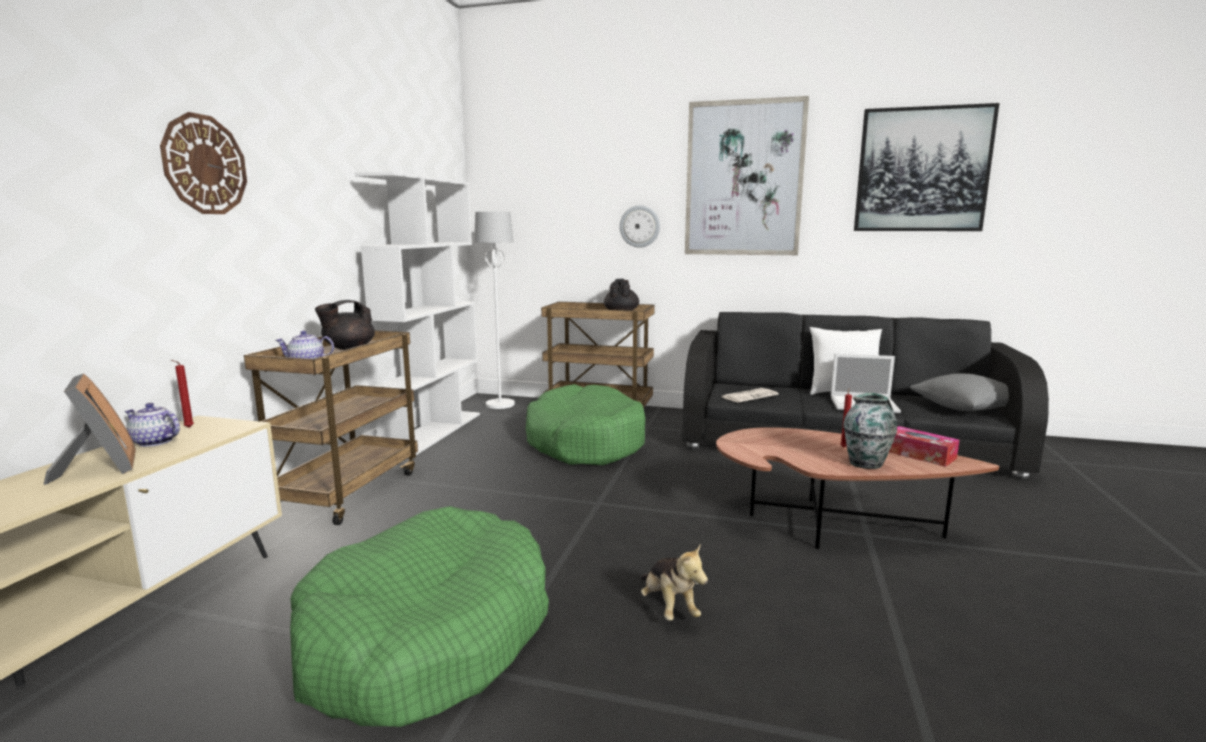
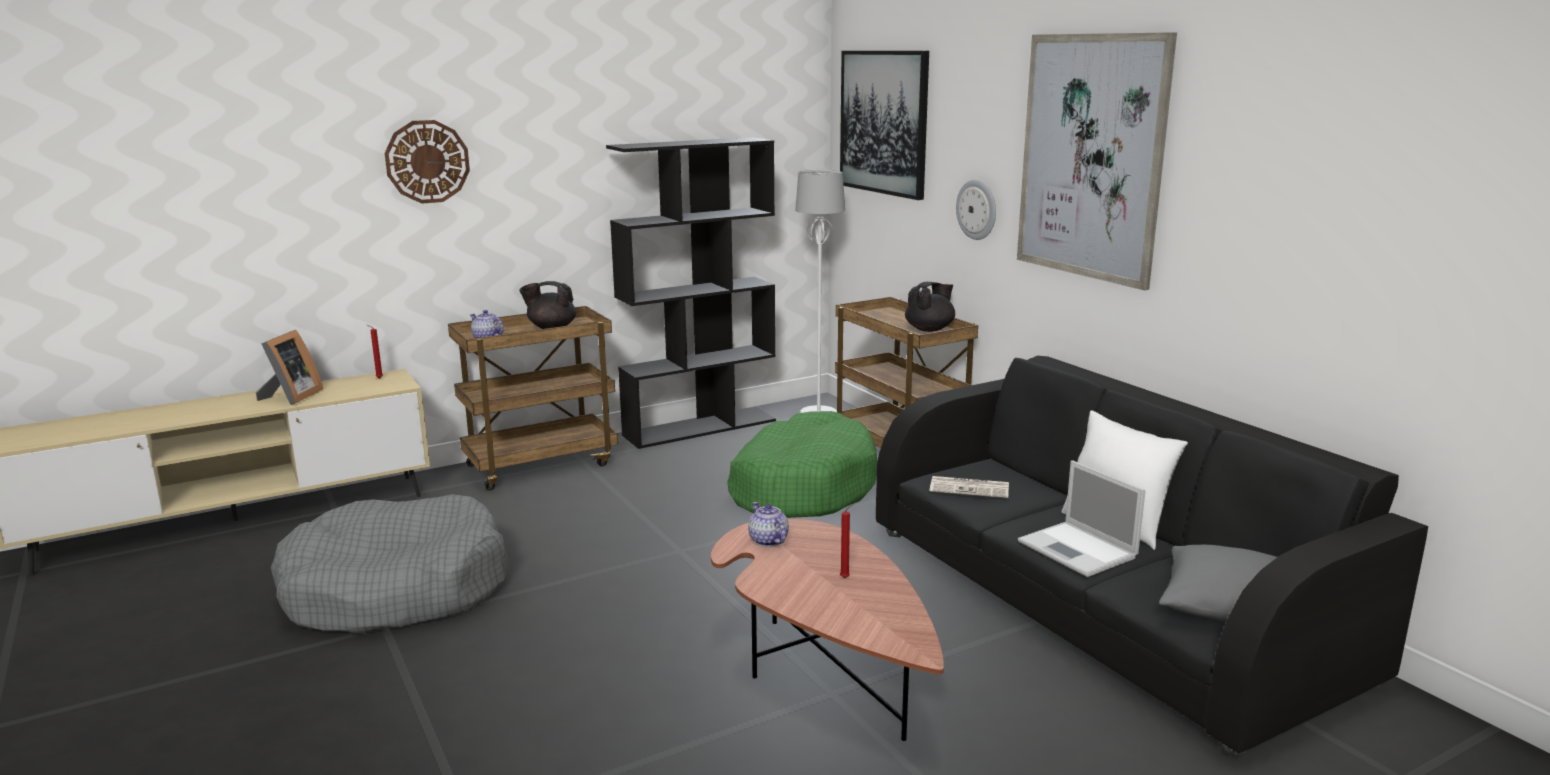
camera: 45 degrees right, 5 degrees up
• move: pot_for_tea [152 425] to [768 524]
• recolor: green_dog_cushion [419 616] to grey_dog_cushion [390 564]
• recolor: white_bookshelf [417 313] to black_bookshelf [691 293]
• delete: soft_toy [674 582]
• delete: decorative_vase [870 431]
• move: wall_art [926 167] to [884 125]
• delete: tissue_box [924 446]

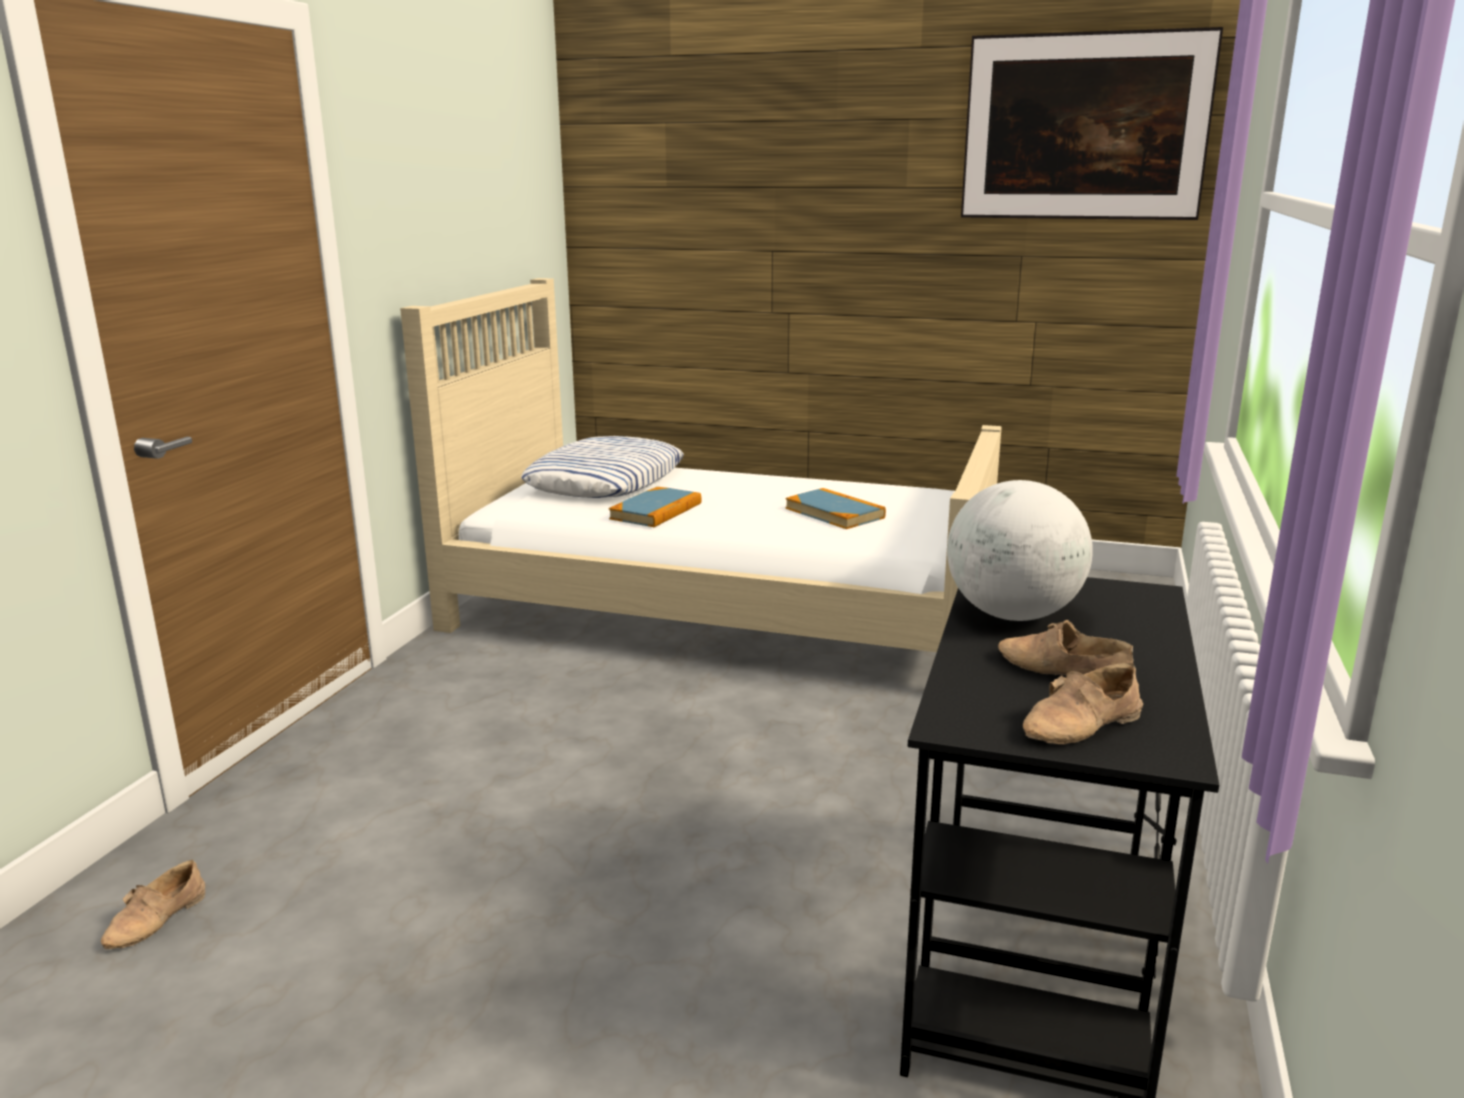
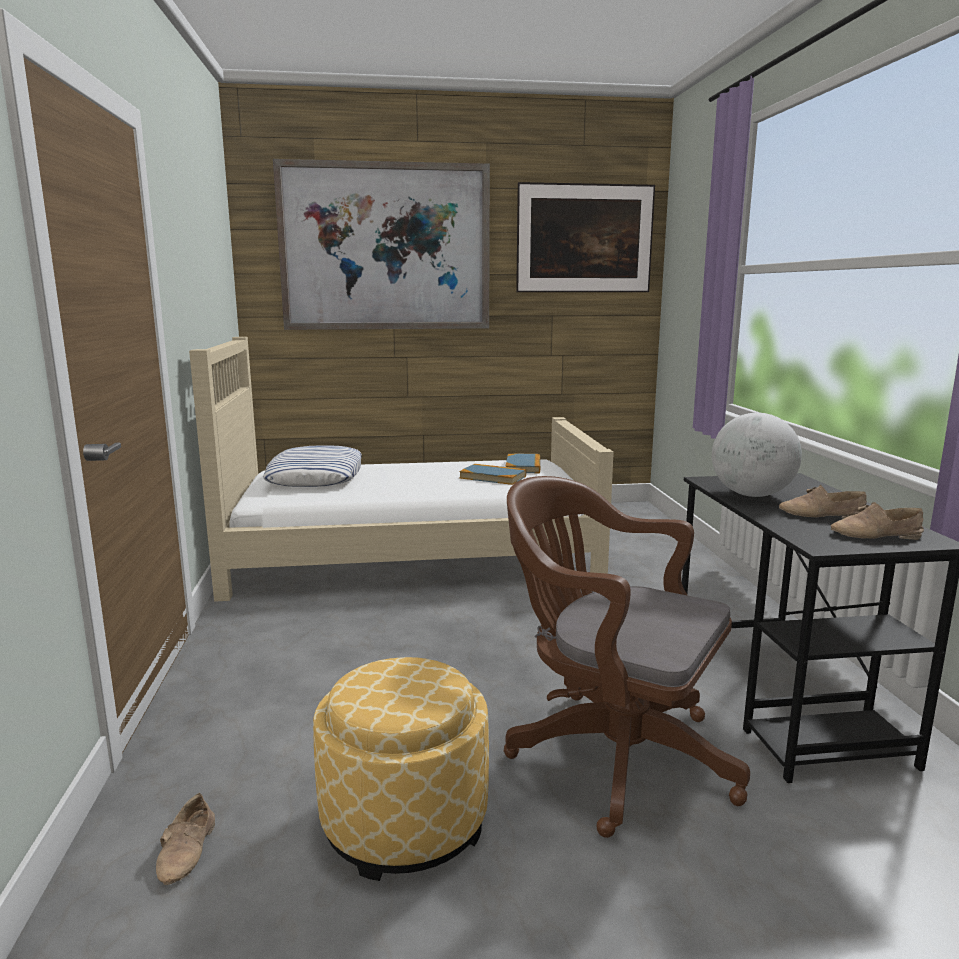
camera: 25 degrees left, 5 degrees down
• move: book [655 507] to [523 463]
• rotate: beige_low_shoe [1083 703] = [877 521] 60 degrees clockwise
• insert: wall_art [381 244]
• insert: footrest [401 769]
• insert: brown-coloured_computer_chair [627 657]

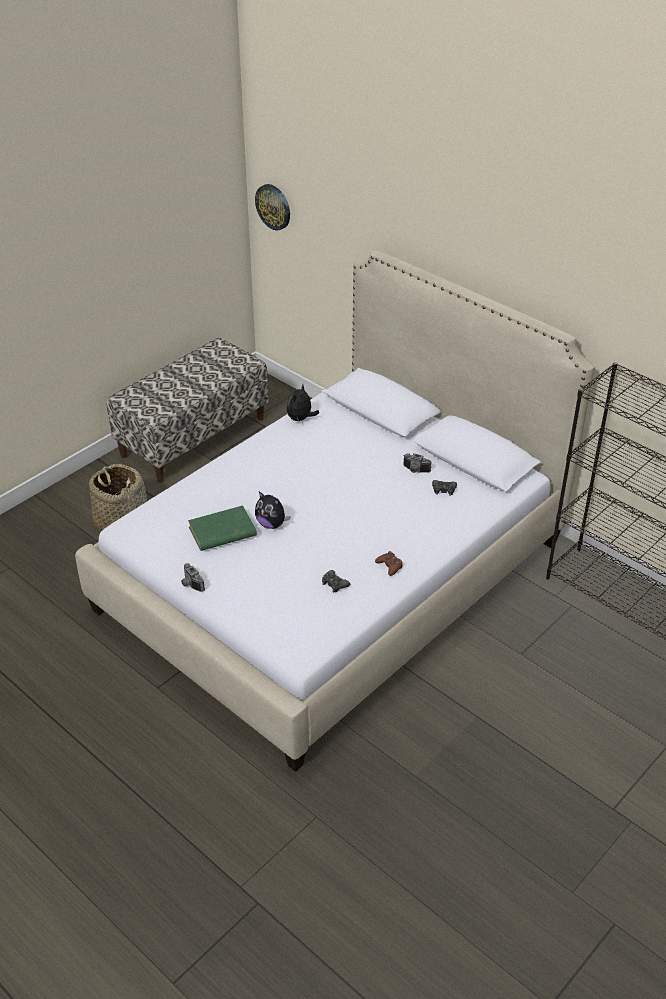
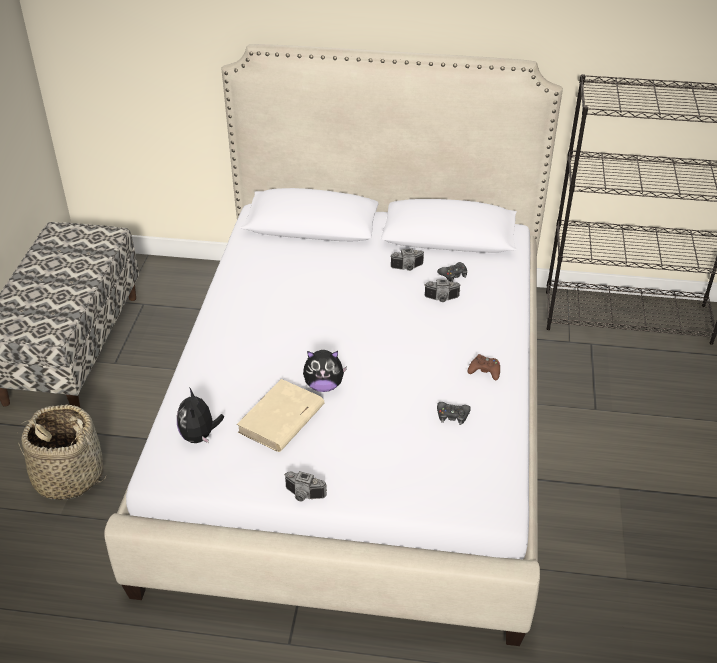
camera: 35 degrees left, 0 degrees up
• recolor: green_book [222 528] to beige_book [281 415]
• delete: wall_clock [272 207]
• move: soft_toy [303 402] to [200 415]
• insert: still_camera [442 290]

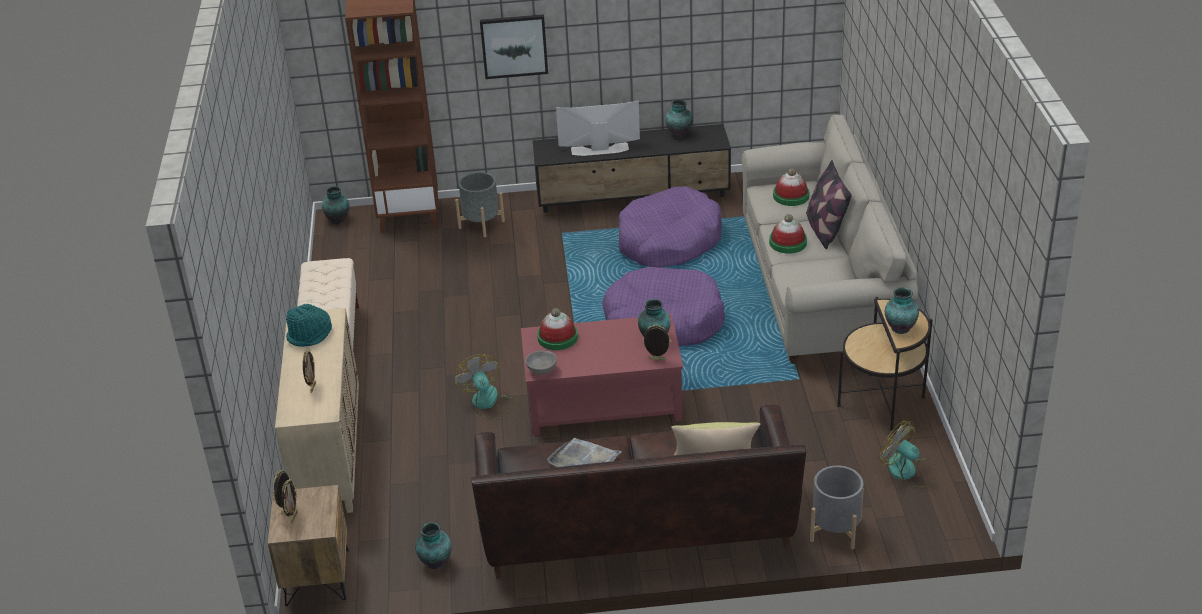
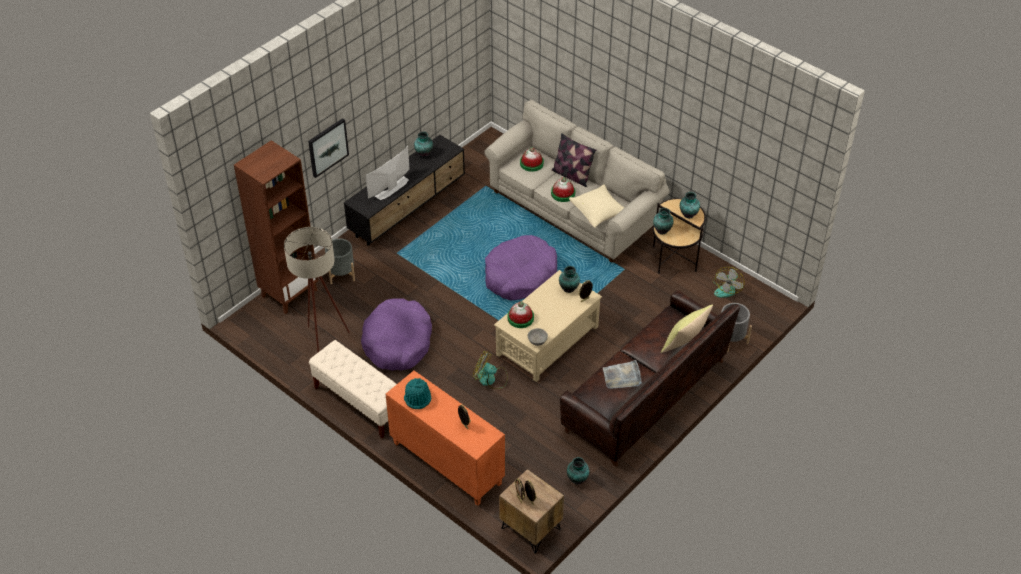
camera: 45 degrees left, 10 degrees up
• recolor: beige_cabinet [317 410] to orangey_cabinet [445 438]
• move: decorative_vase [335 205] to [663 221]
• recolor: reddish_coffee_table [602 374] to beige_coffee_table [548 326]
• move: purple-coloured_dog_cushion [670 227] to [396 334]
• rotate: electric_fan [908 454] = [728 282] 60 degrees counterclockwise
• insert: beige_standing_lamp [317 289]
• insert: beige_throw_pillow [596 206]

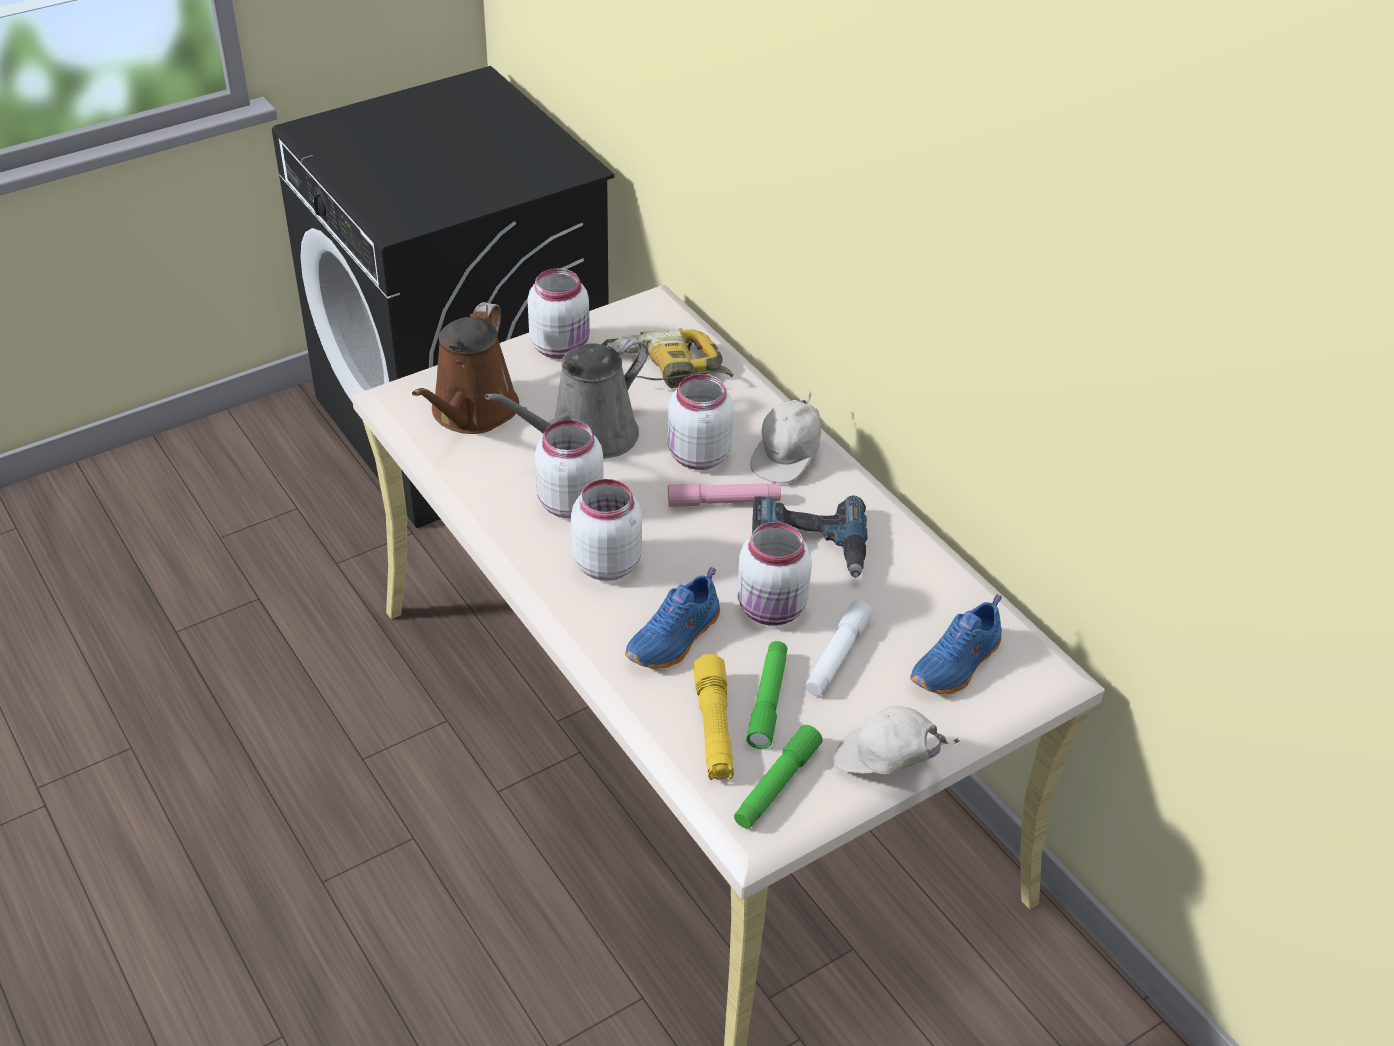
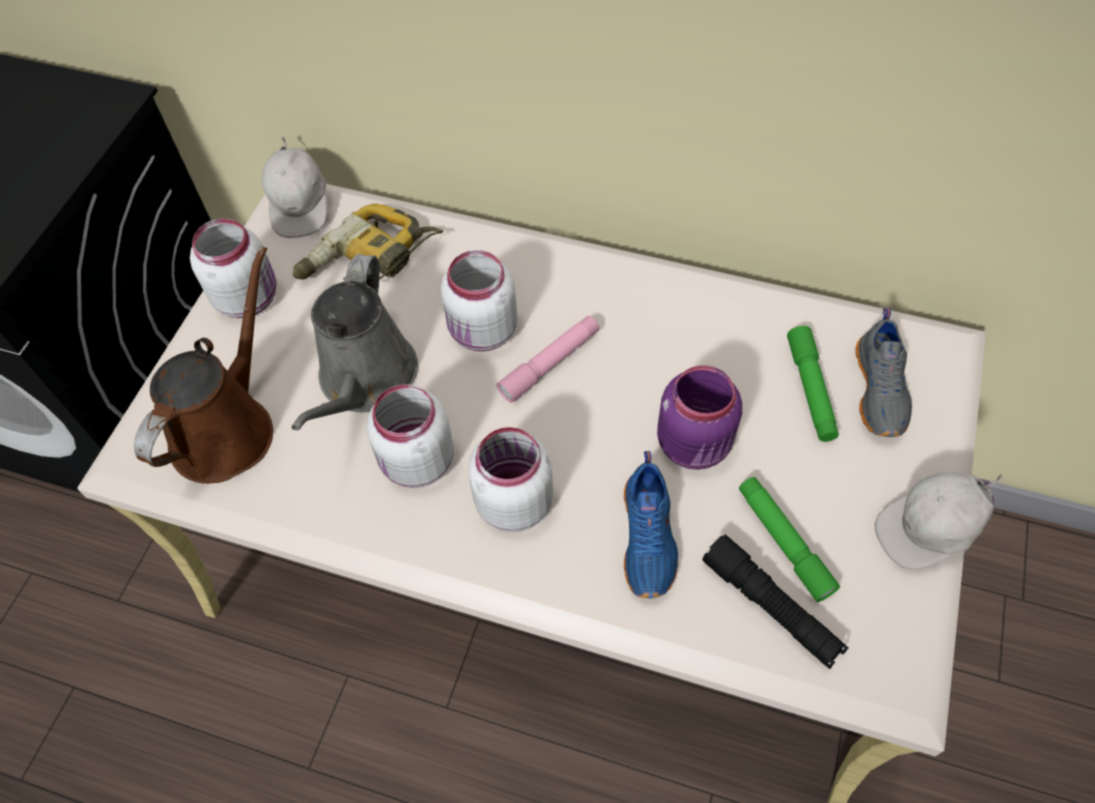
camera: 35 degrees left, 15 degrees up
• rotate: brown-coloured_sprinkling_can [465 368] = [203 365] 135 degrees counterclockwise
• recolor: yellowish_torch [713 717] to black_torch [775 602]
• move: green_torch [778 777] to [813 384]
• recolor: white_jar [774 574] to purple-coloured_jar [699 417]
• move: white_peaked_cap [785 438] to [294 187]
• delete: drill [809 537]
• delete: white_torch [839 648]
• recolor: bluish_low_shoe [956 644] to grey_low_shoe [883 372]

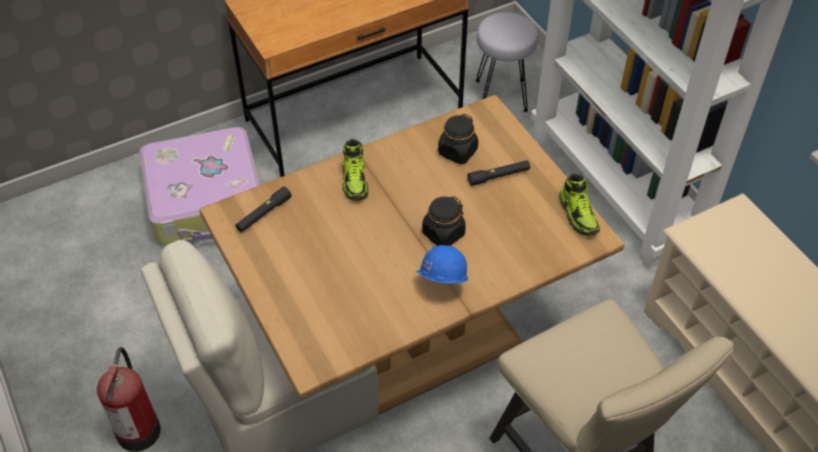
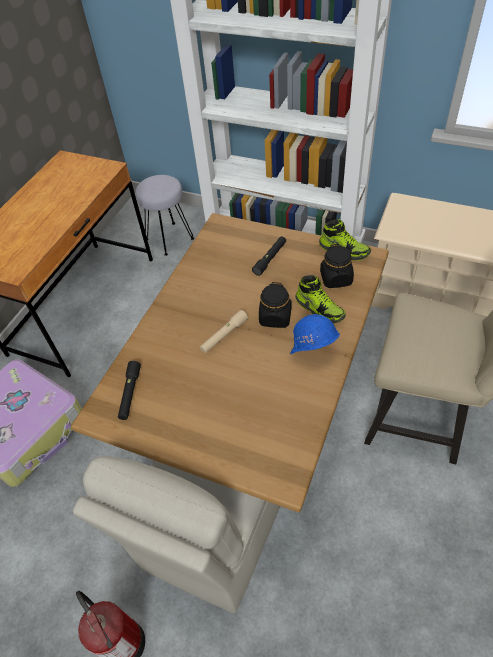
camera: 35 degrees left, 0 degrees up
• move: low_shoe [355 170] to [321 299]
• move: black_jar [458 139] to [337 266]
• insert: beige_torch [224 331]

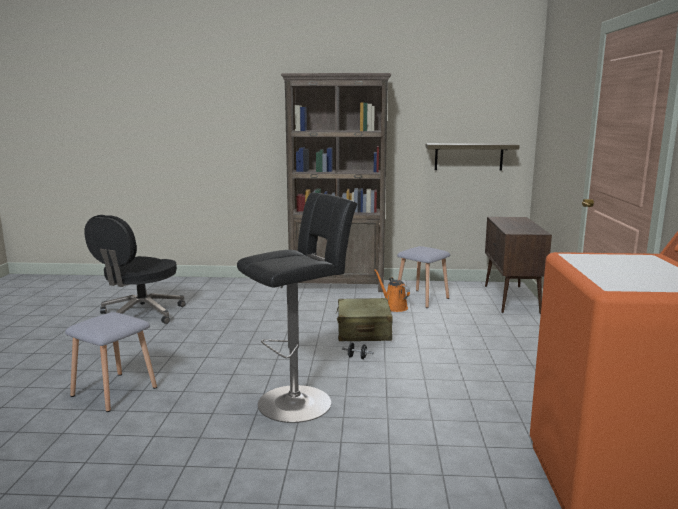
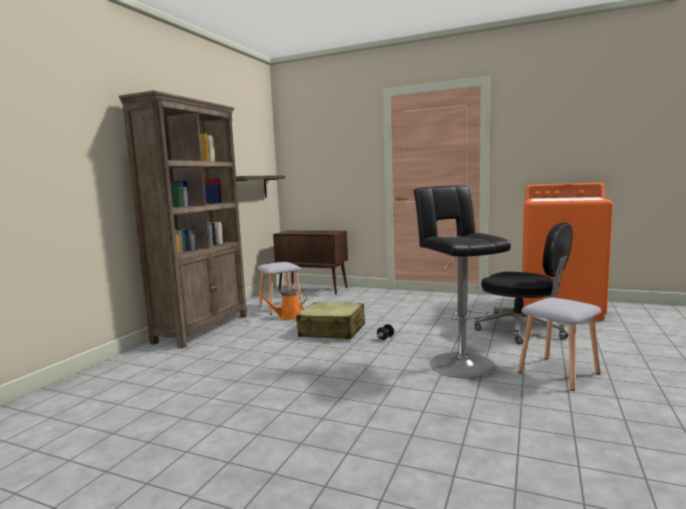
camera: 70 degrees left, 5 degrees down
• move: grey_stool [111 362] to [559 344]
• move: black_computer_chair [134 269] to [523 283]

